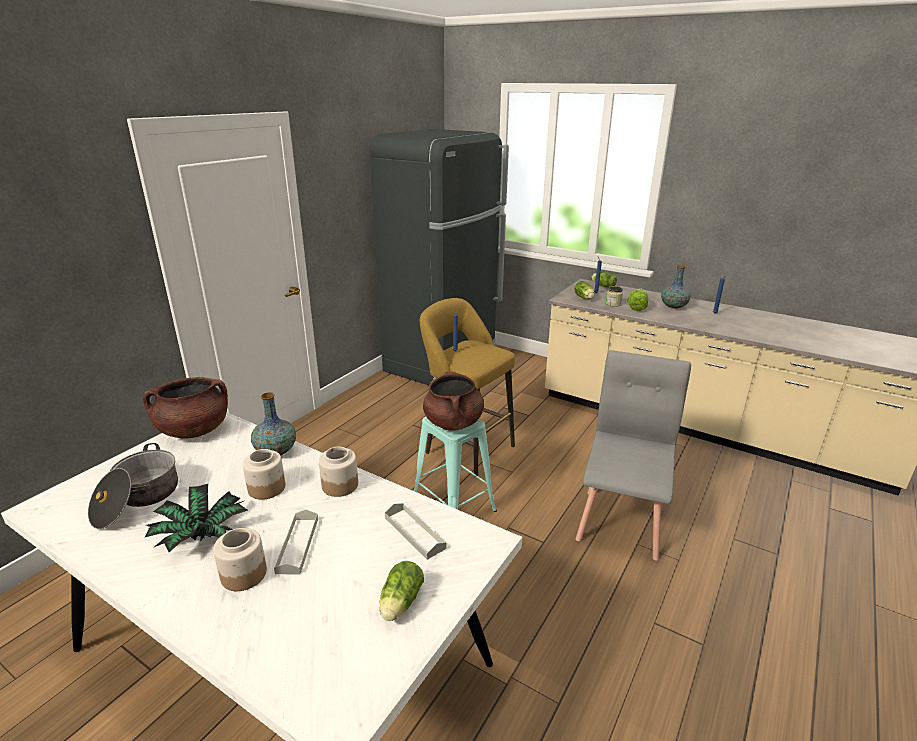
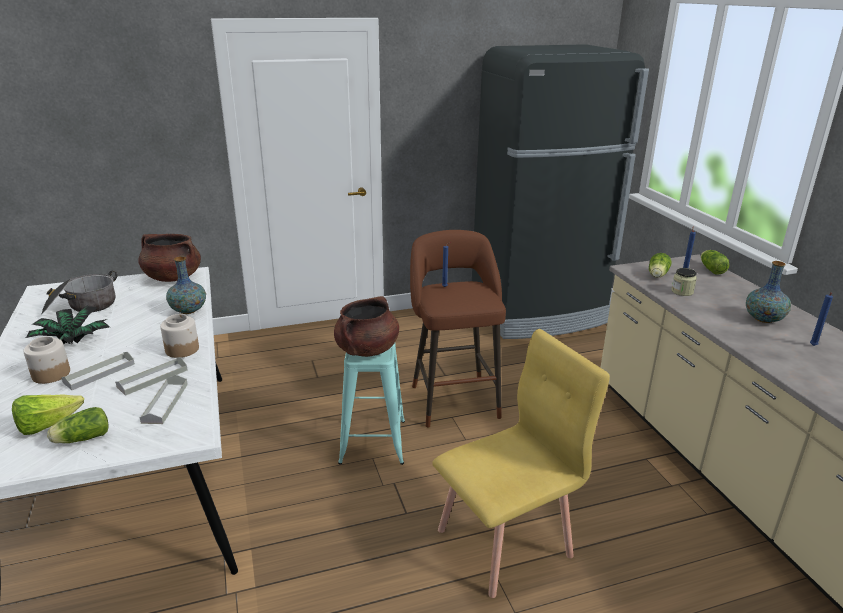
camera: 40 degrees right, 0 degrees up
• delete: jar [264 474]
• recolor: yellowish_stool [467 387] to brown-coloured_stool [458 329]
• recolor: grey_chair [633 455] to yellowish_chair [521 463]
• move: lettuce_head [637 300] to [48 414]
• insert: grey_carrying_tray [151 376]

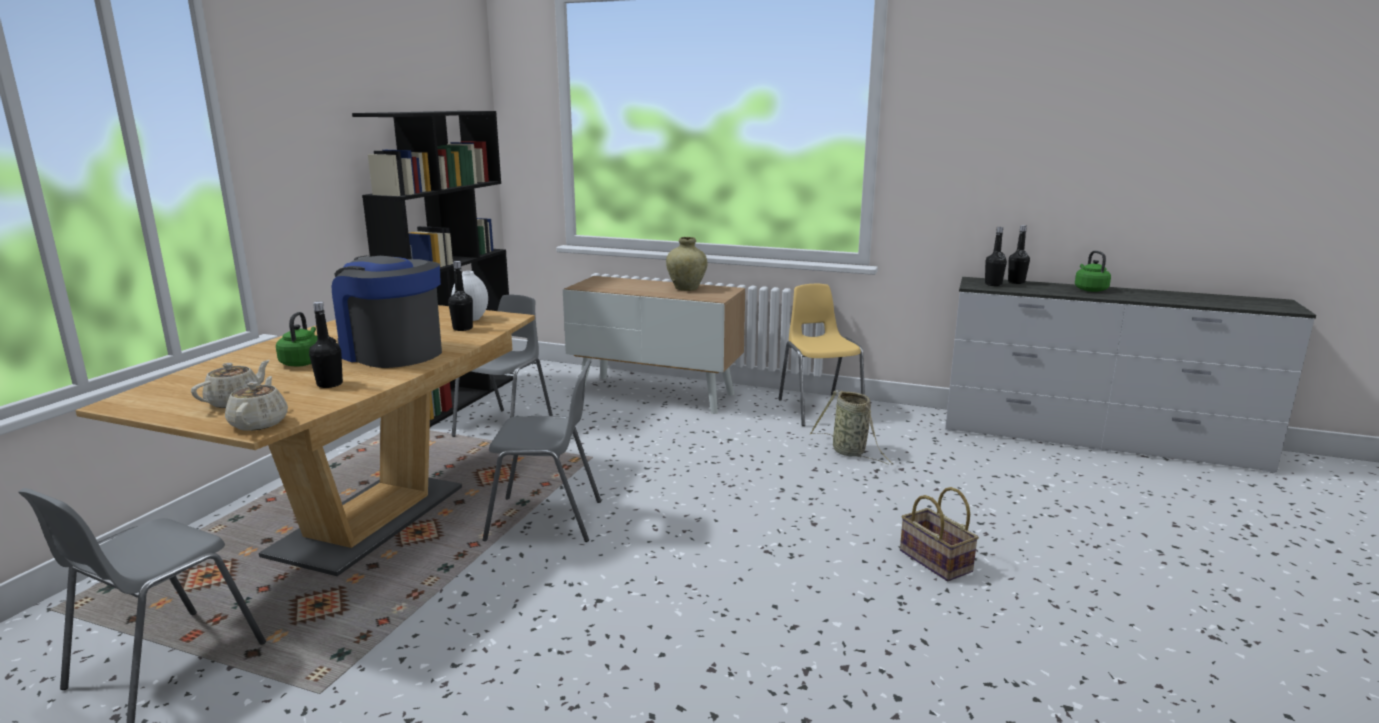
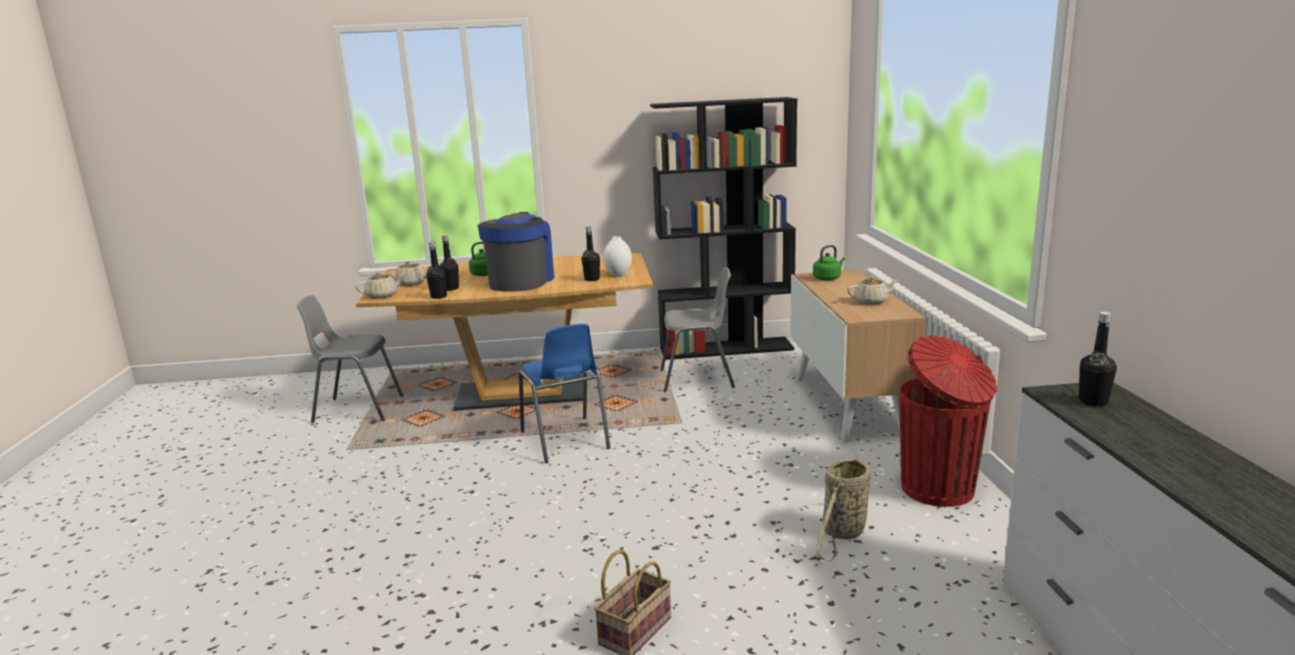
camera: 65 degrees right, 0 degrees up
• recolor: grey_chair [542 451] to bluish_chair [565 393]
• replace: beige_decorative_vase [686 264] to beige_pot_for_tea [872 290]
• replace: yellowish_chair [822 355] to reddish_trash_can [948 421]
• move: black_drink_bottle [1019 254] to [436 270]
• move: green_kettle [1093 271] to [829 263]

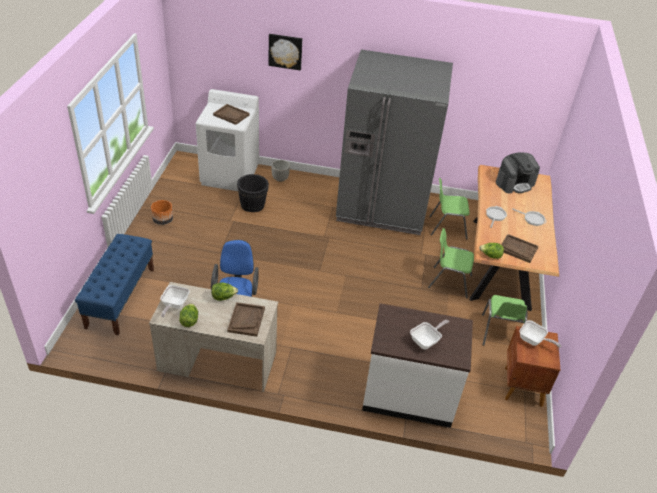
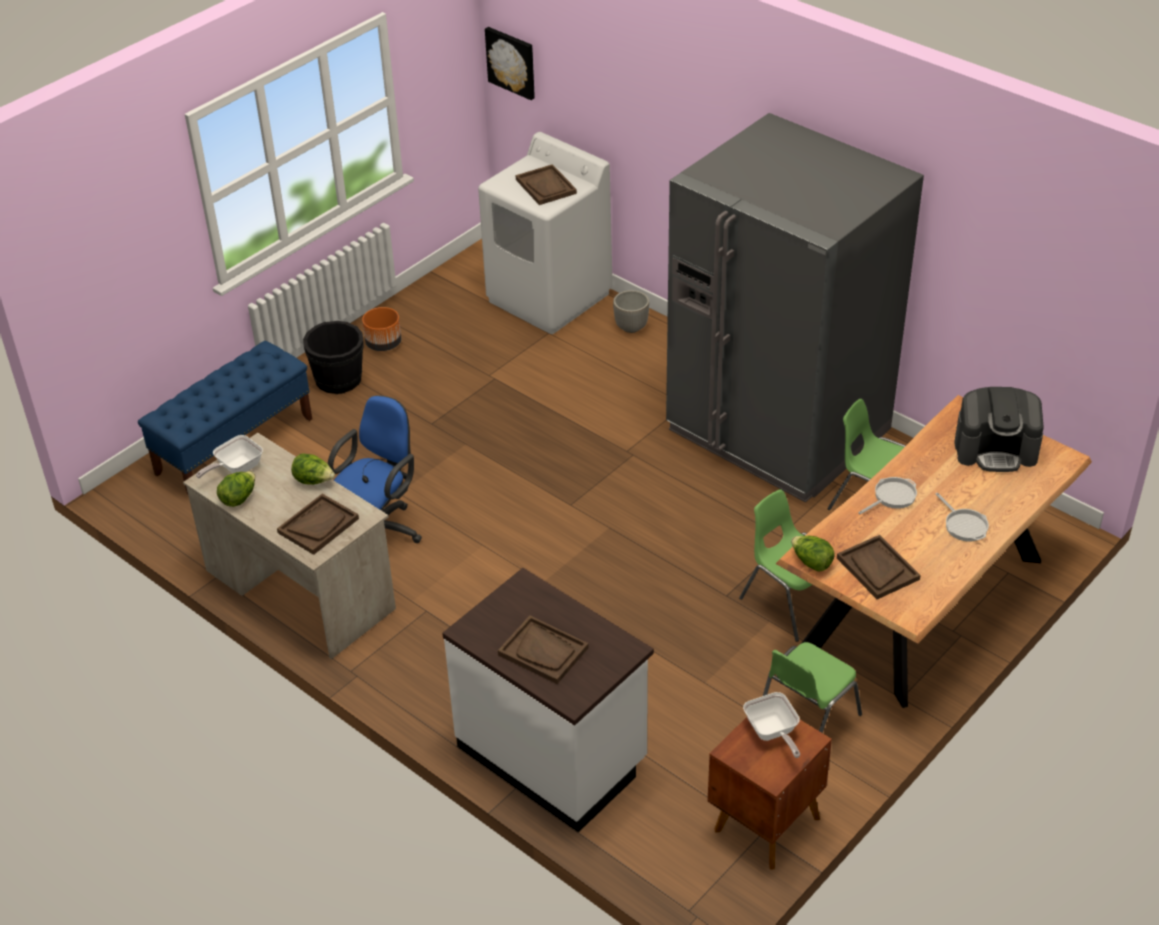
camera: 35 degrees right, 0 degrees up
• move: black_bucket [253 193] to [333 357]
• move: wall_art [285 52] to [510 63]
• replace: pan [429 334] to brown-coloured_carrying_tray [543 649]

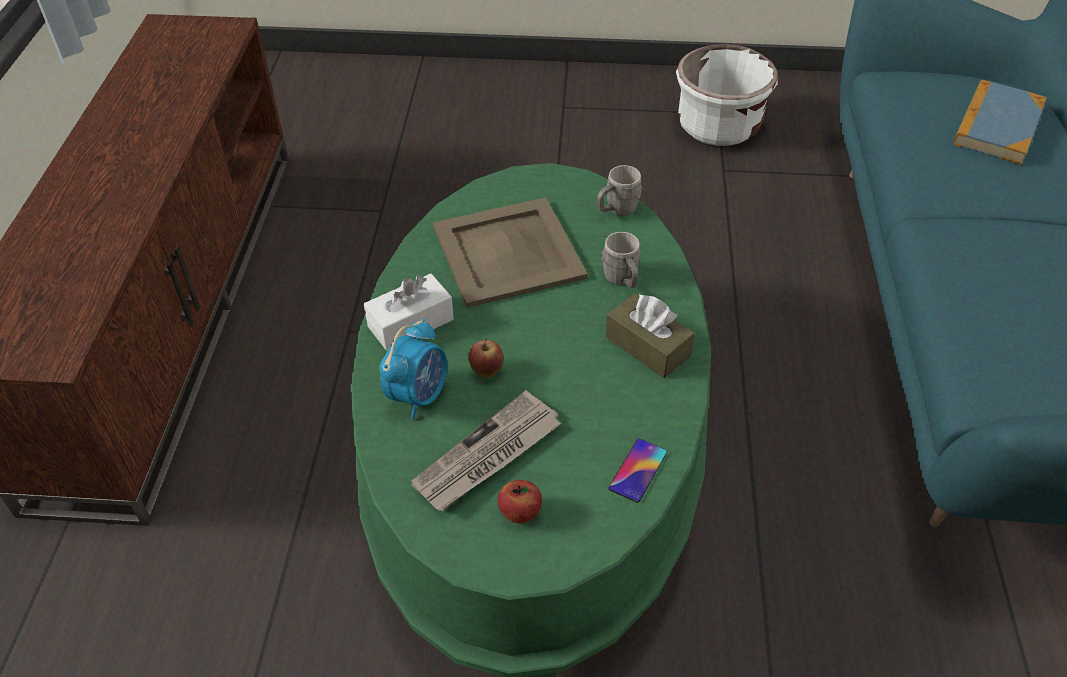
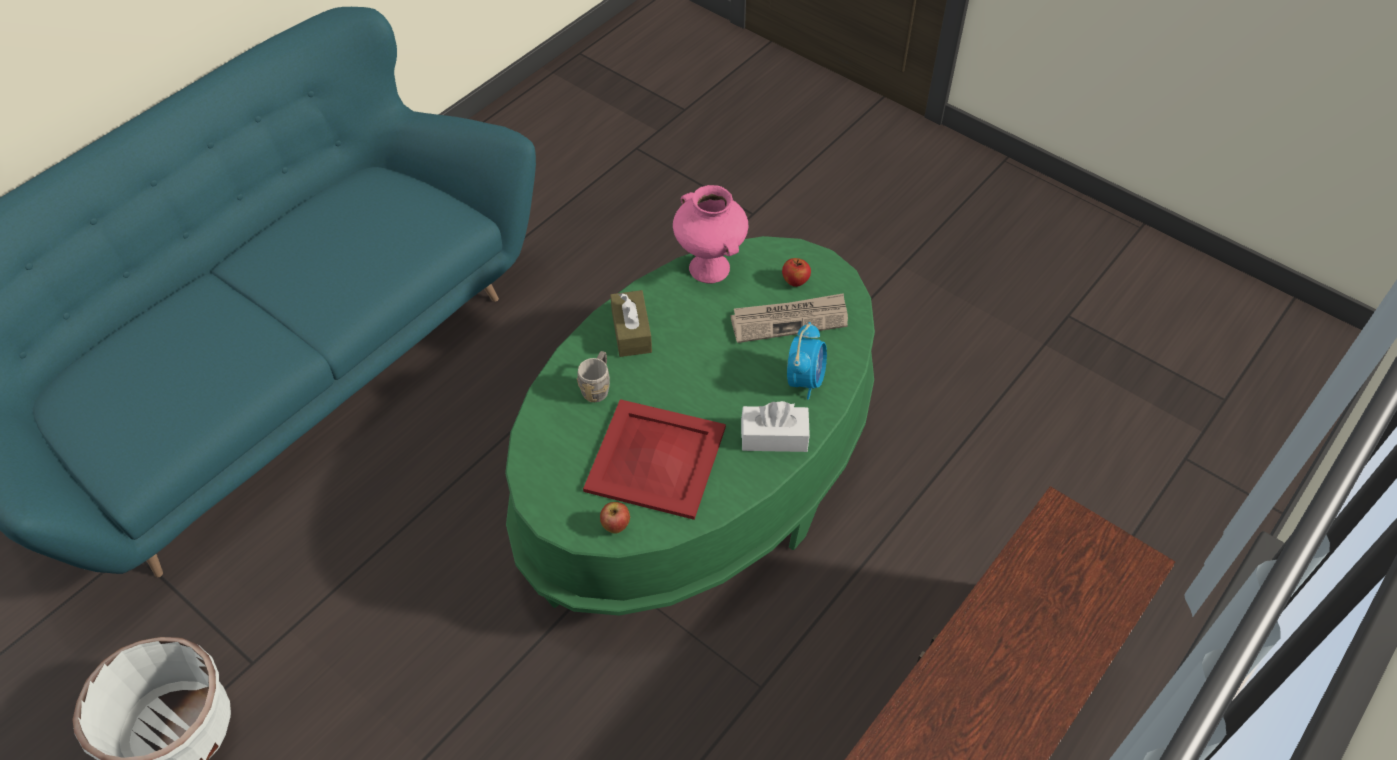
camera: 145 degrees left, 5 degrees up
• rotate: bedside_clock [413 369] = [807 360] 135 degrees clockwise
• recolor: beige_carrying_tray [510 252] to reddish_carrying_tray [654 459]
• move: apple [486 358] to [615 518]
• delete: grey_mug [619 190]
• replace: phone [637 470] to pink_decorative_vase [710 234]
• delete: book [1000 122]

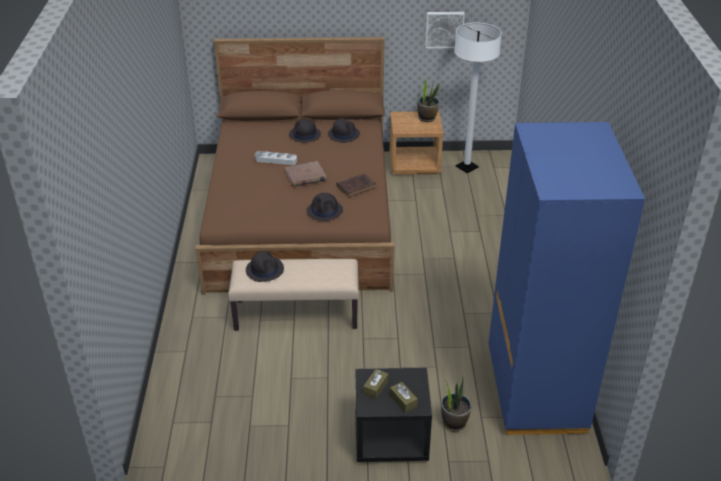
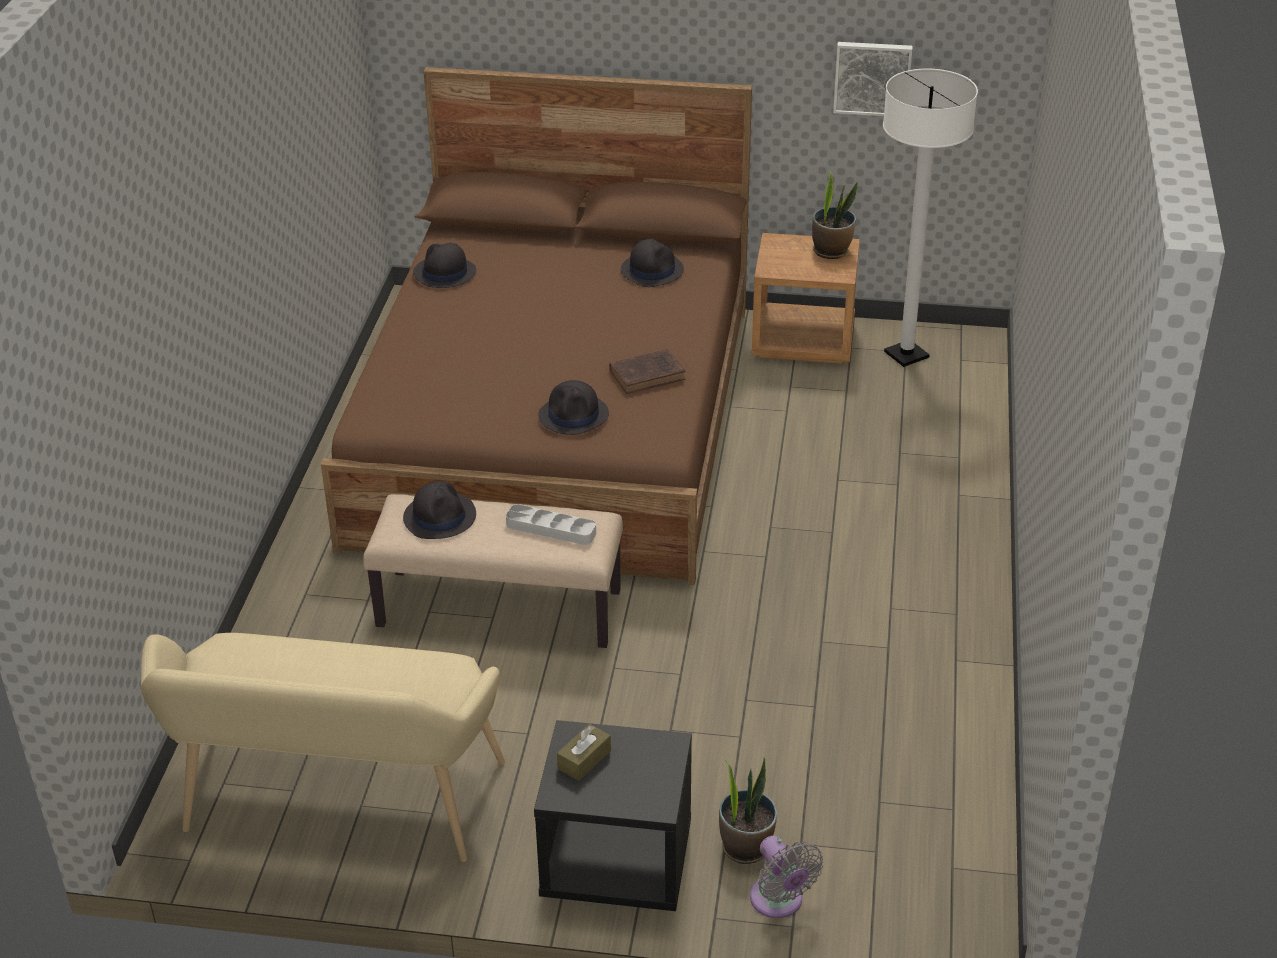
camera: 10 degrees right, 0 degrees up
• move: grey_carrying_tray [276 158] to [551 524]
• delete: brown-coloured_book [305 174]
• move: black_clothing_hat [305 131] to [444 265]
• delete: brown-coloured_tissue_box [404 397]
• delete: bluish_clothes_cupboard [566 278]
• insert: beige_indoor_bench [323 747]
• insert: grey_electric_fan [786 876]

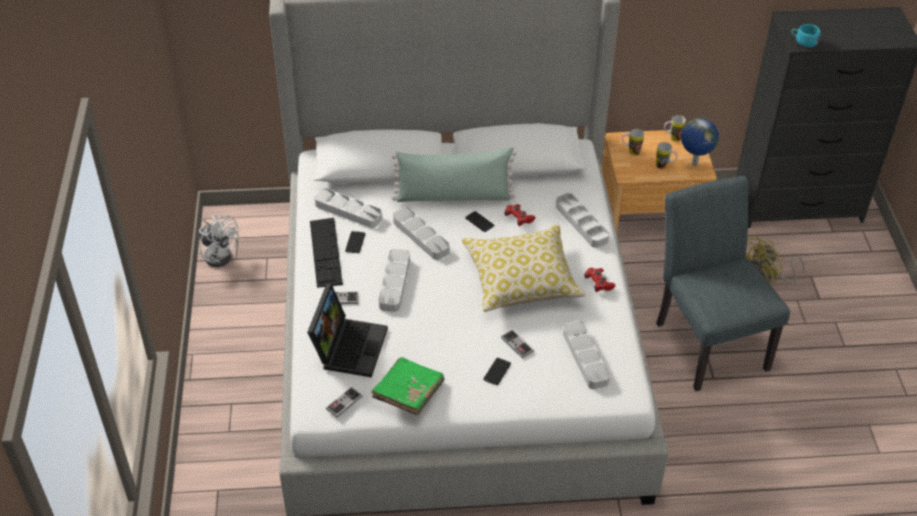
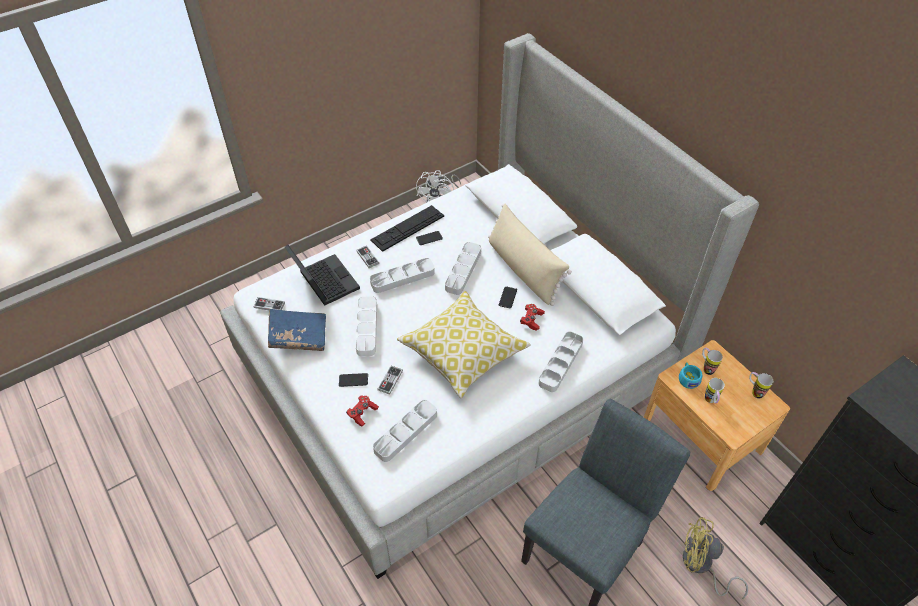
camera: 60 degrees right, 5 degrees up
• rotate: portable_computer [347 331] = [322 275] 105 degrees counterclockwise
• move: white_carrying_tray [348 208] to [366 326]
• recolor: green_book [408 386] to bluish_book [297 330]
• recolor: green_throw_pillow [454 174] to beige_throw_pillow [530 255]
• move: reddish_game_controller [599 280] to [362 411]
• delete: world_globe [700 142]
• move: turquoise_small_cup [806 35] to [691 375]

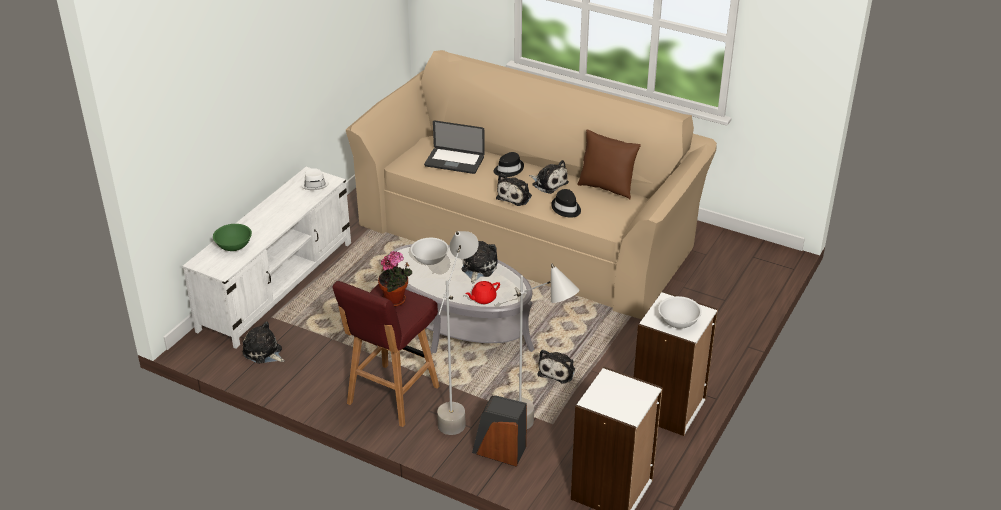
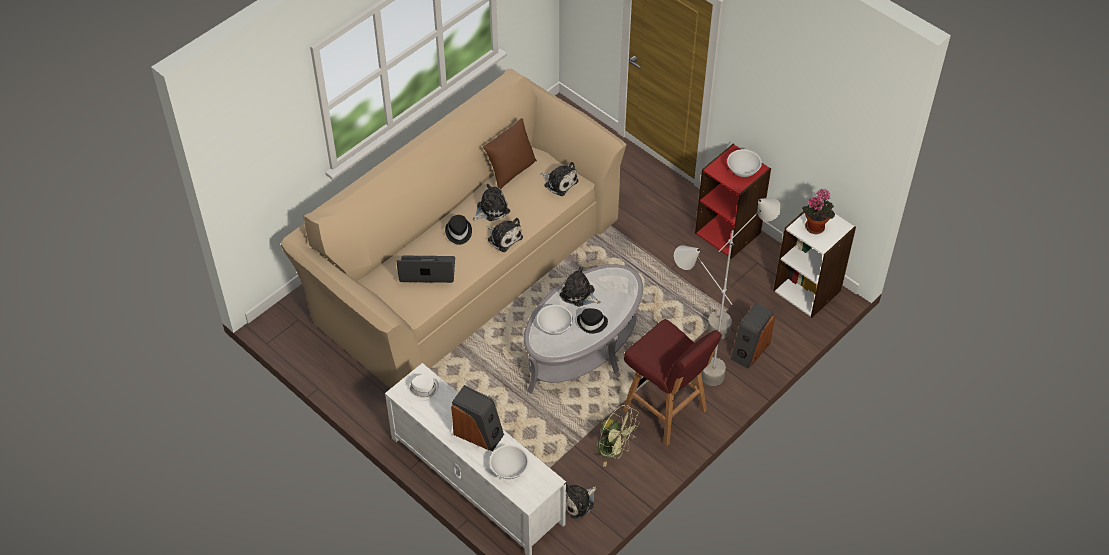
camera: 75 degrees left, 15 degrees up
• recolor: green_serving_bowl [232 237] to white_serving_bowl [509 462]
• move: houseplant [395 279] to [818 211]
• rotate: portable_computer [454 147] = [425 269] 120 degrees counterclockwise
• delete: reddish_pot_for_tea [482 292]
• move: soft_toy [556 366] to [559 179]
• move: black_clothing_hat [566 203] to [592 321]
• recolor: white_bookshelf [676 363] to reddish_bookshelf [733 201]
• insert: speaker [477 418]
• insert: green_electric_fan [618 435]

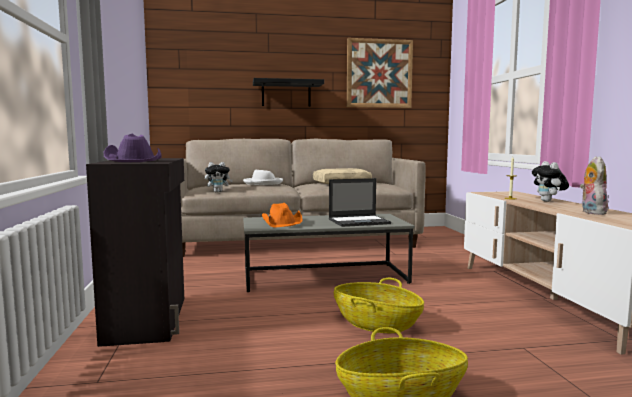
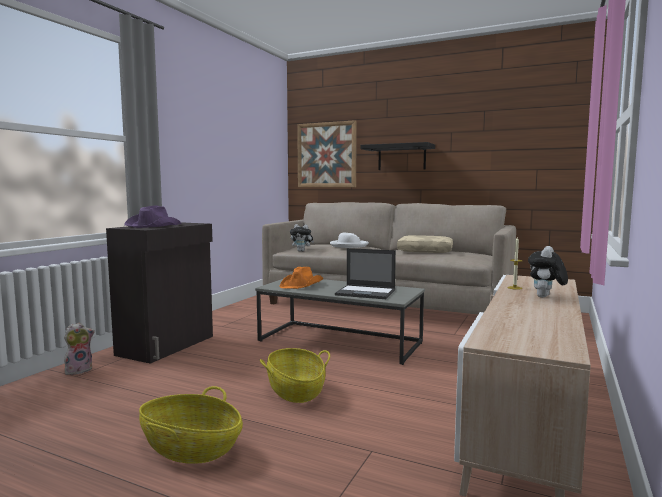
camera: 35 degrees right, 0 degrees up
• move: wall_art [380 73] to [327 153]
• move: soft_toy [594 185] to [79 349]

